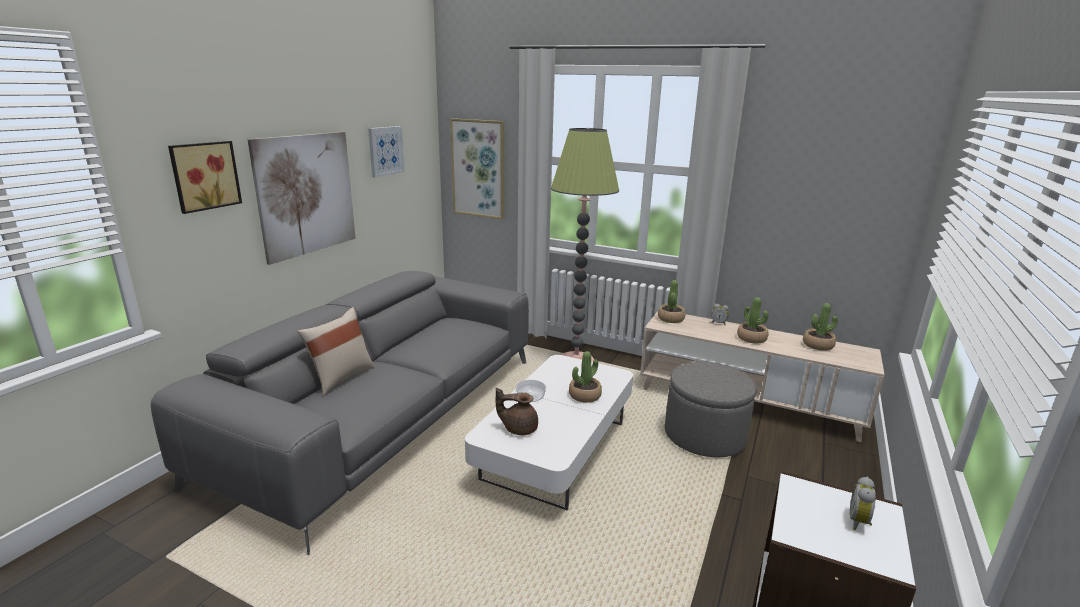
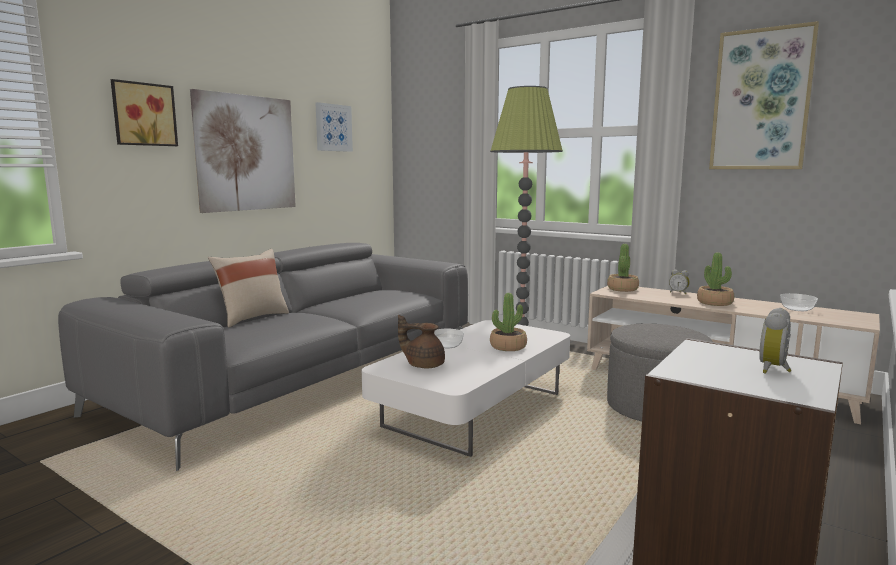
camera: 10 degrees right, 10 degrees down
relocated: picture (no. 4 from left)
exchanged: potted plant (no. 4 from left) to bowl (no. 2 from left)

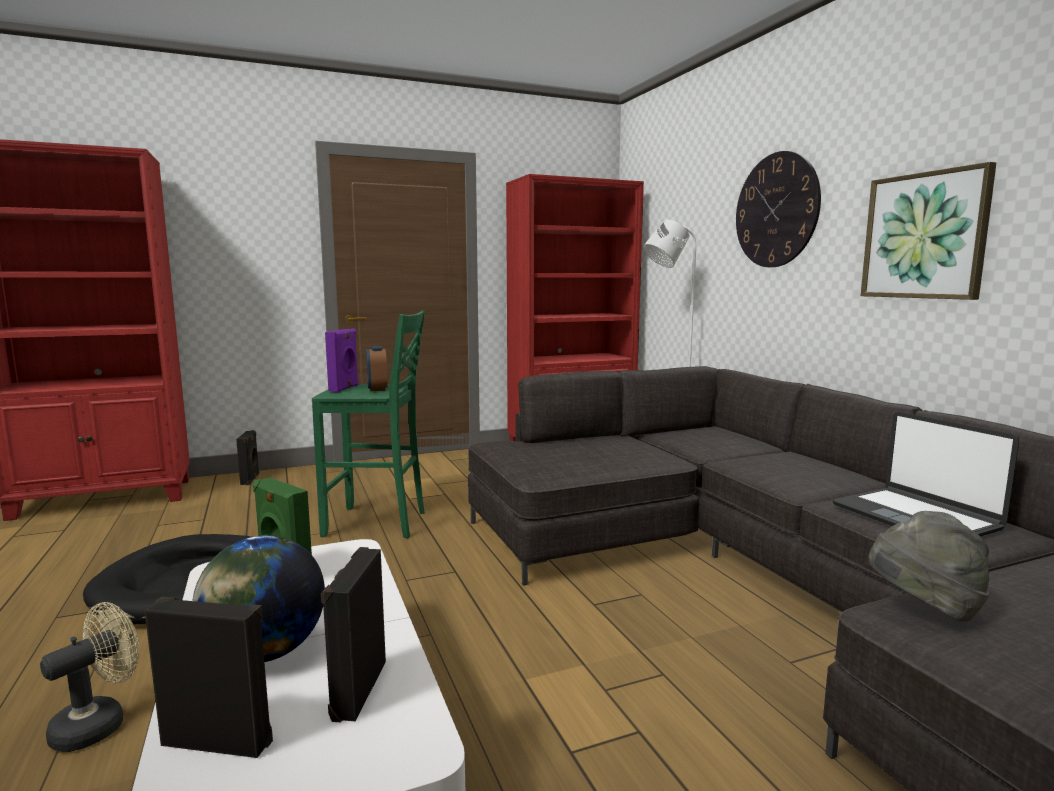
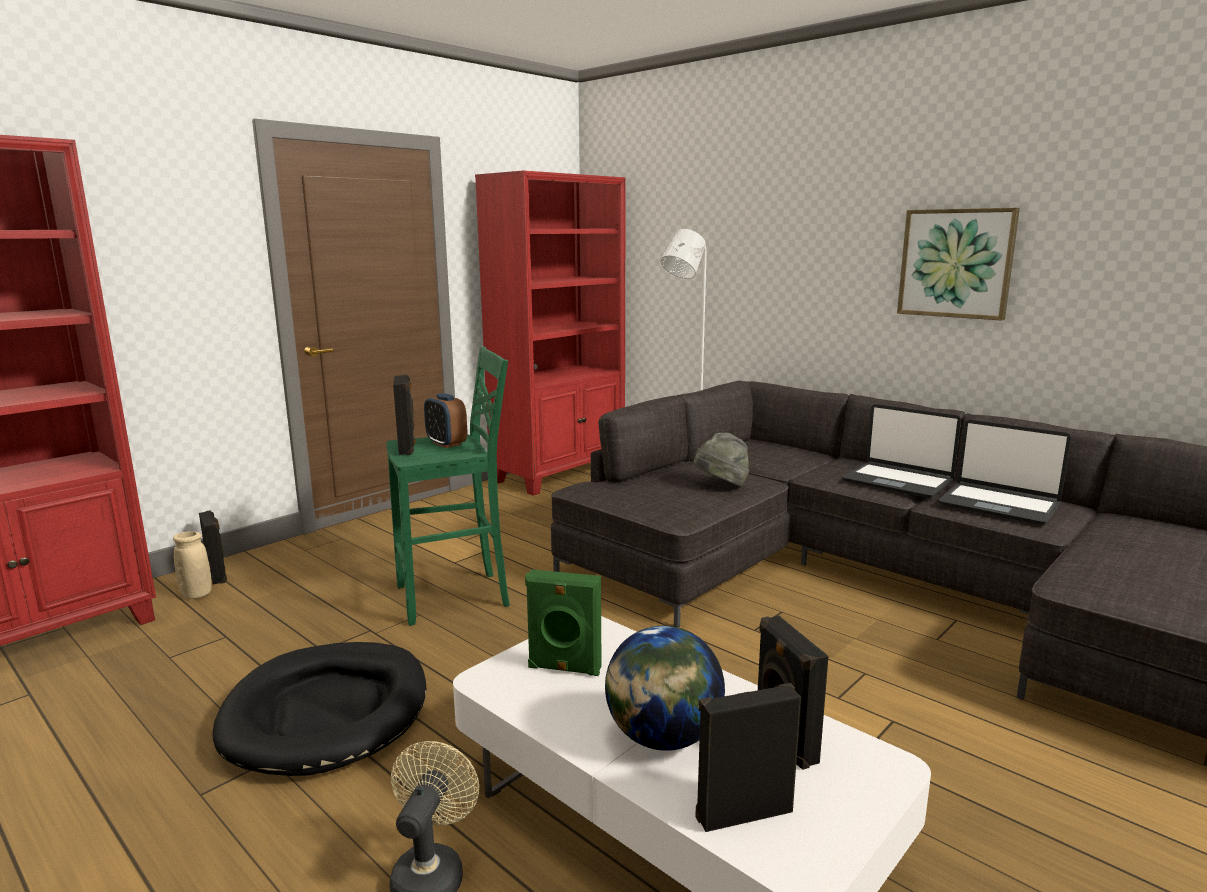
camera: 25 degrees left, 5 degrees up
missing: wall clock
appeared: portable computer (no. 1 from left); flower vase in sand-coloured
relocated: clothing hat in grey
colour: audio speaker in purple to audio speaker in black-coloured (no. 2 from left)

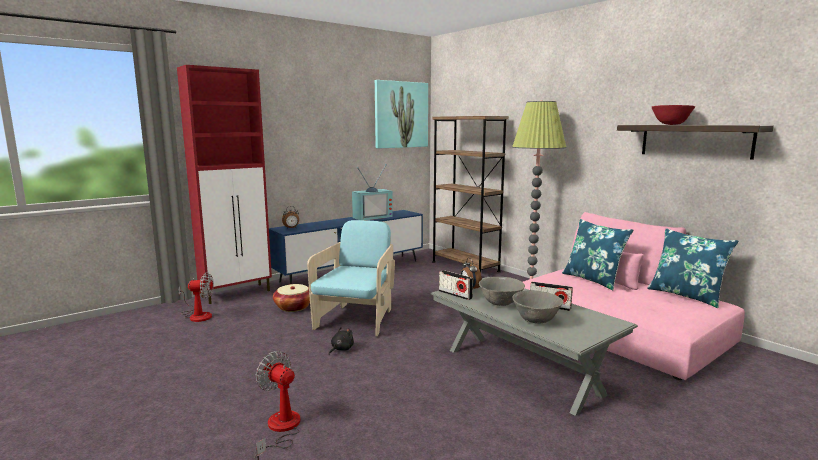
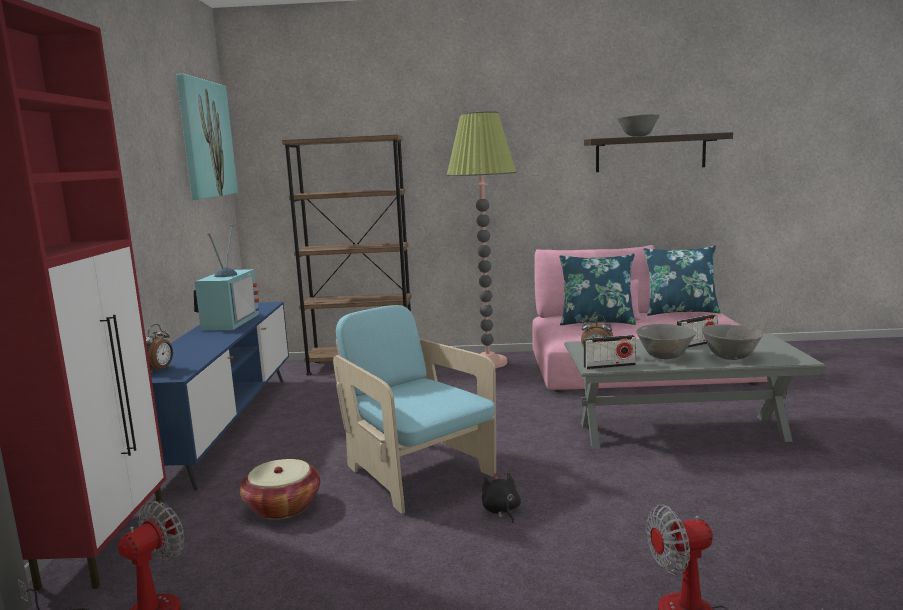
camera: 50 degrees left, 0 degrees up
colour: bowl in red to bowl in grey (no. 1 from left)

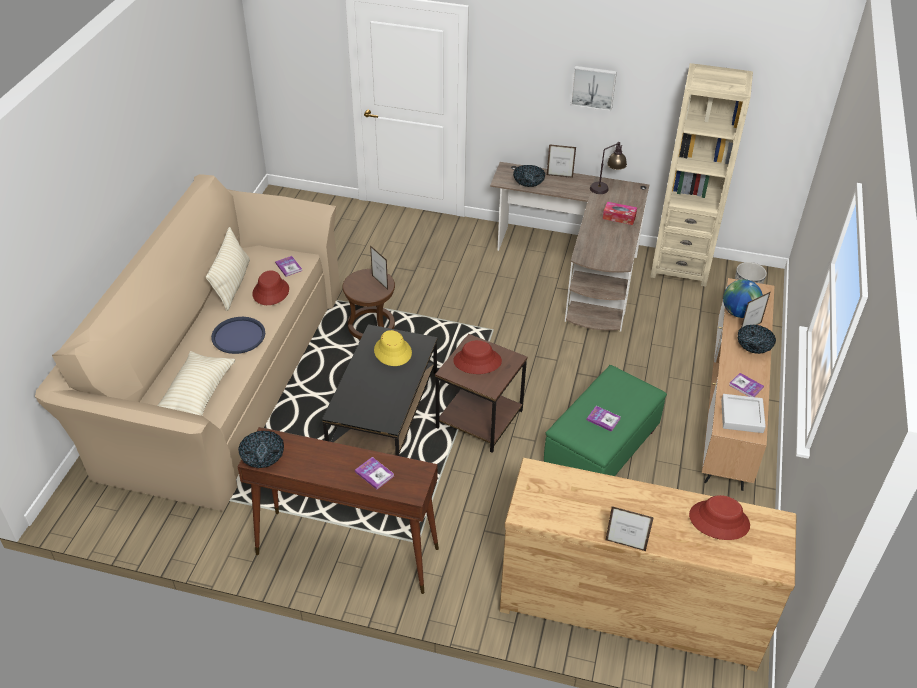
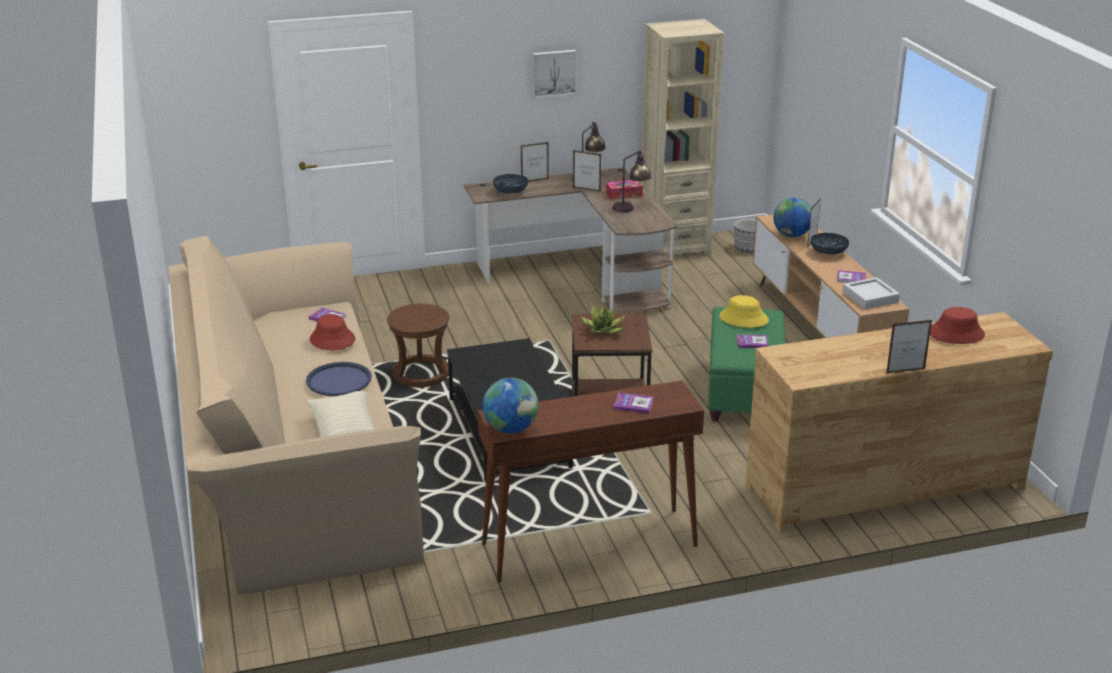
camera: 30 degrees left, 15 degrees down
missing: cushion in sand-coloured (no. 2 from left)
appeared: lamp for a table (no. 2 from left)
relocated: standing frame (no. 1 from left in the first image) to standing frame (no. 2 from left); clothing hat in yellow
exchanged: clothing hat in red (no. 2 from left) to potted plant; bowl (no. 1 from left) to desk globe (no. 1 from left)

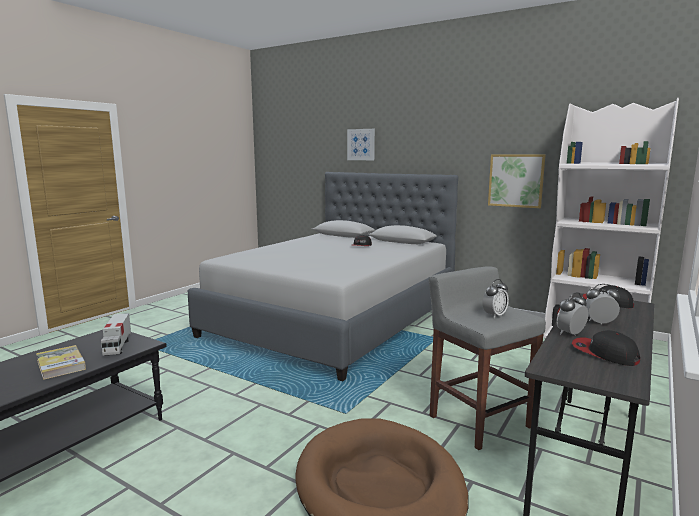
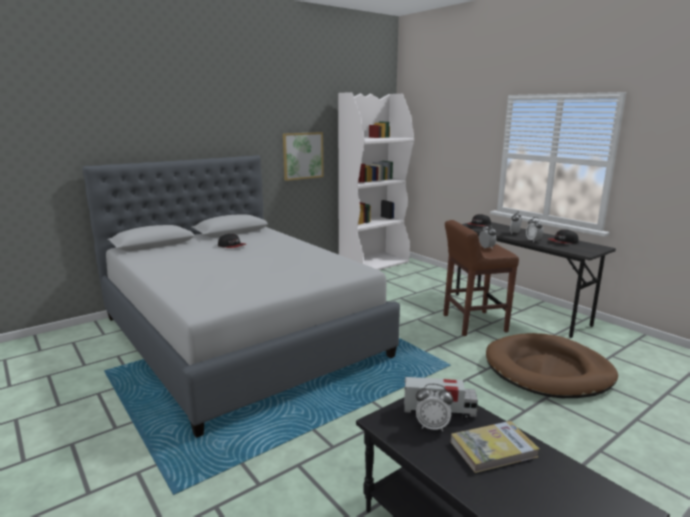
camera: 70 degrees left, 5 degrees up
missing: picture (no. 1 from left)
appeared: table clock (no. 1 from left)
colour: sitting stool in grey to sitting stool in brown-coloured

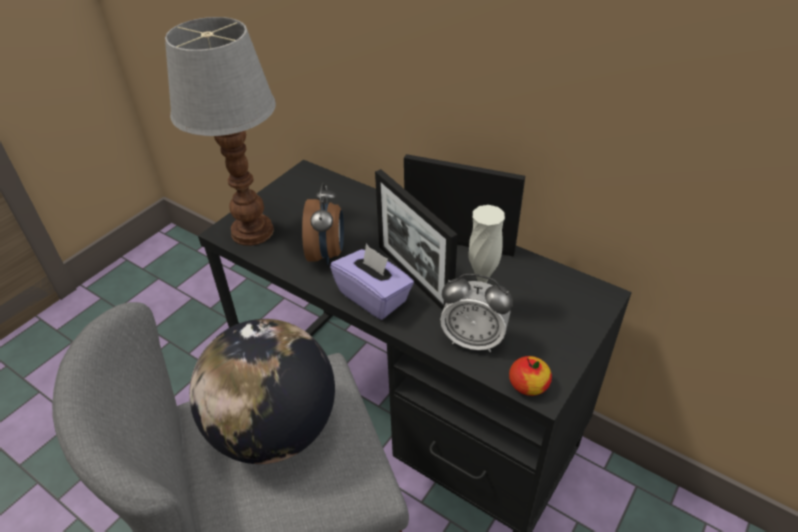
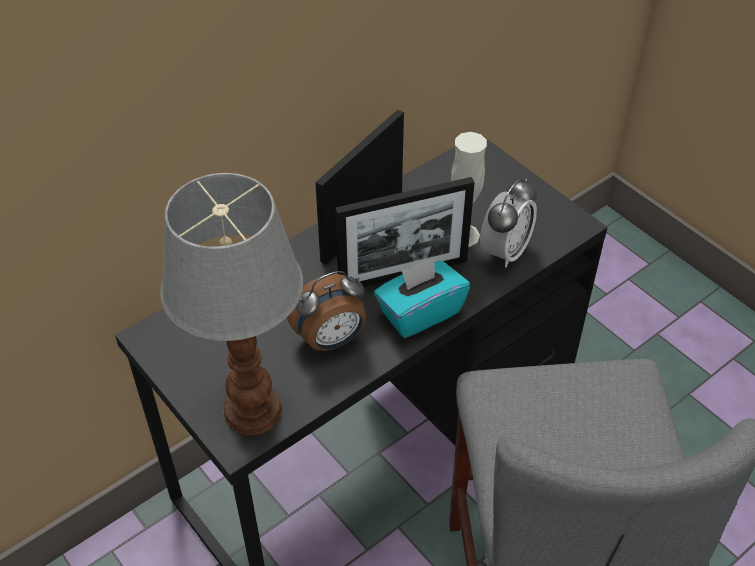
camera: 75 degrees left, 5 degrees up
missing: desk globe; apple fruit
colour: tissue box in purple to tissue box in turquoise
spun: table clock (no. 1 from left) 135 degrees clockwise

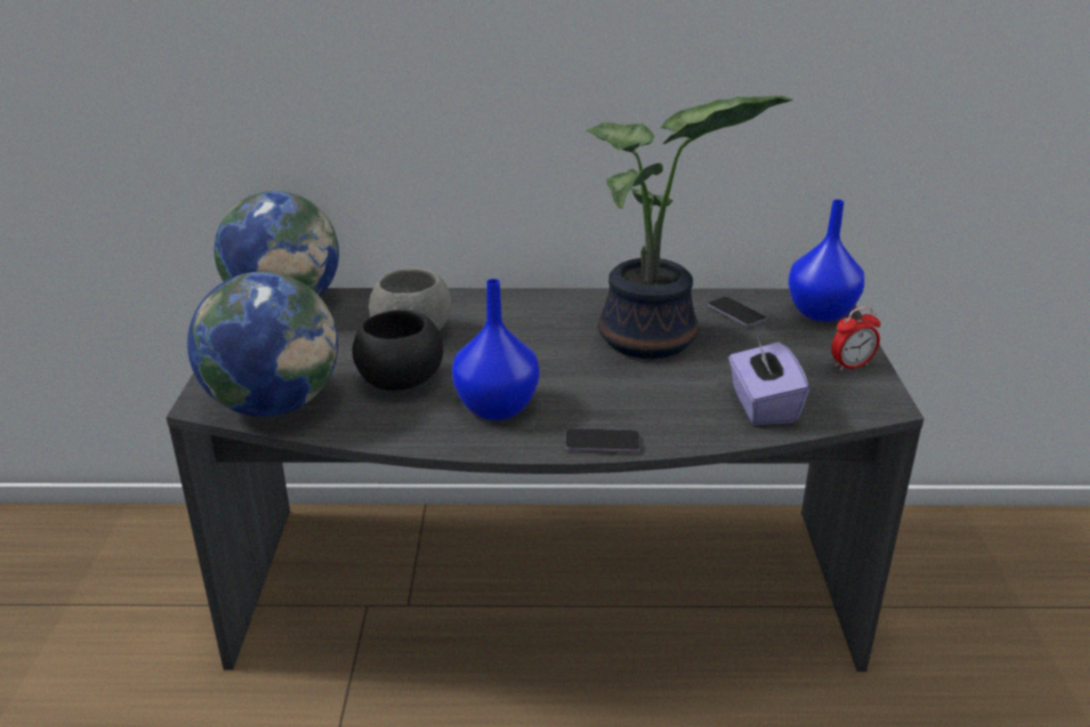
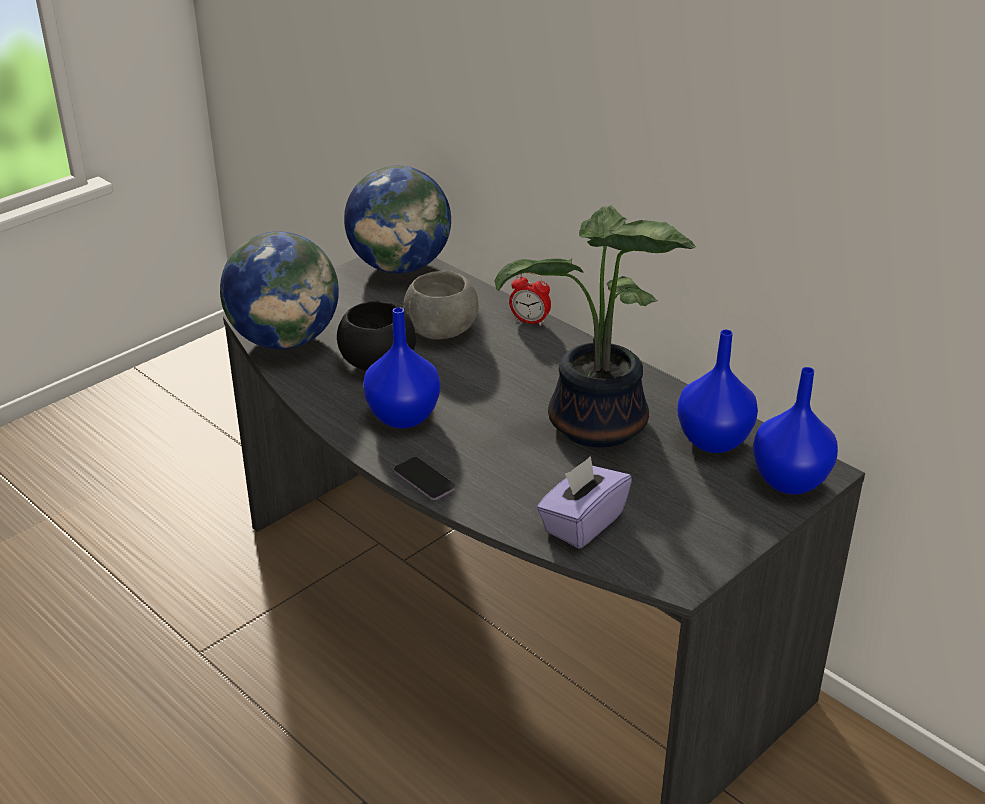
camera: 45 degrees right, 5 degrees up
relocated: table clock
exchanged: handset (no. 2 from left) to flower vase in blue (no. 2 from left)

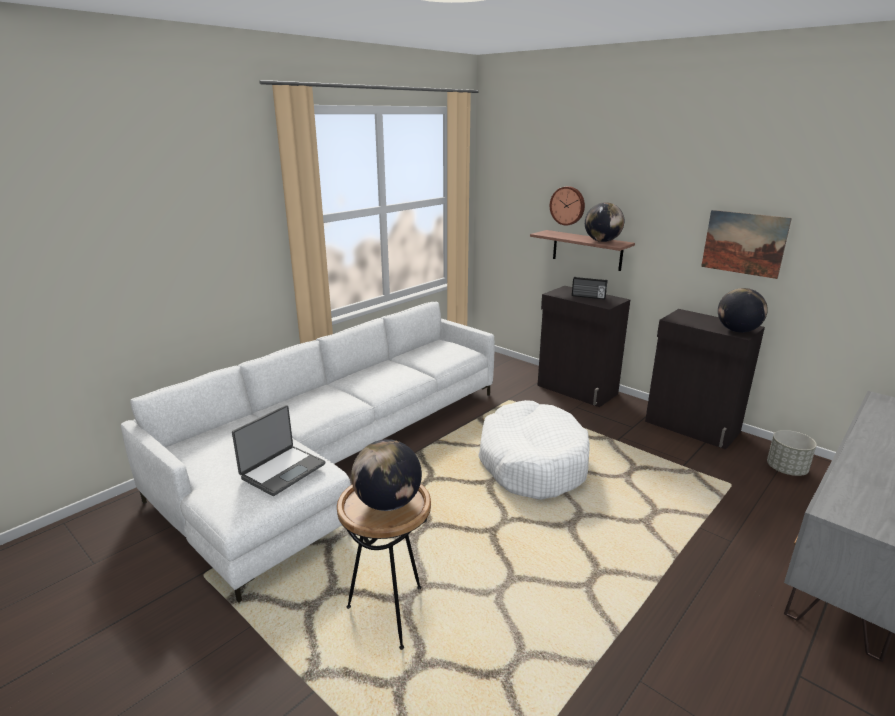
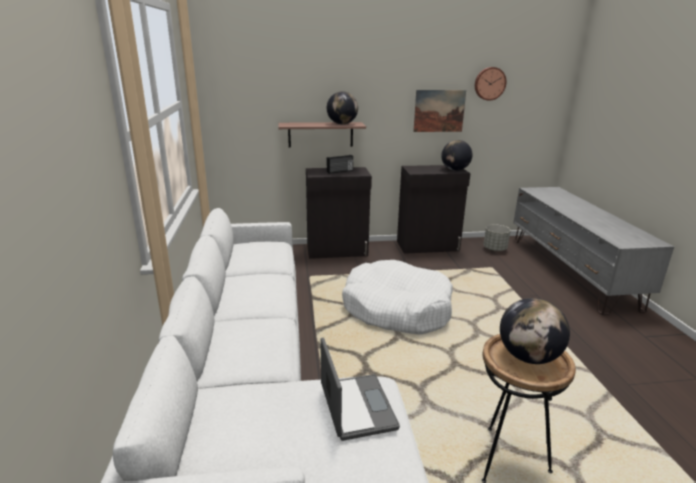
camera: 50 degrees left, 0 degrees up
relocated: wall clock

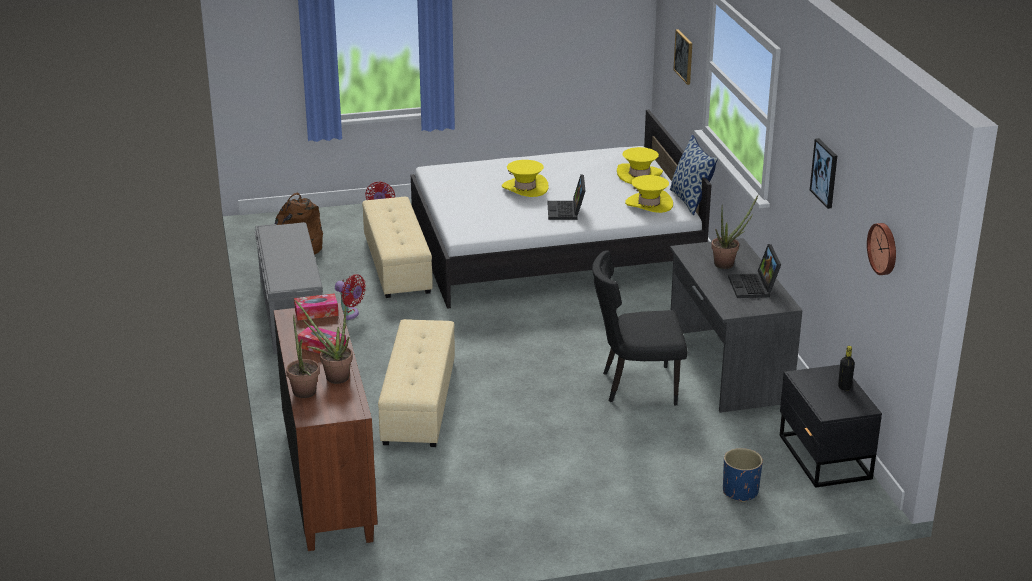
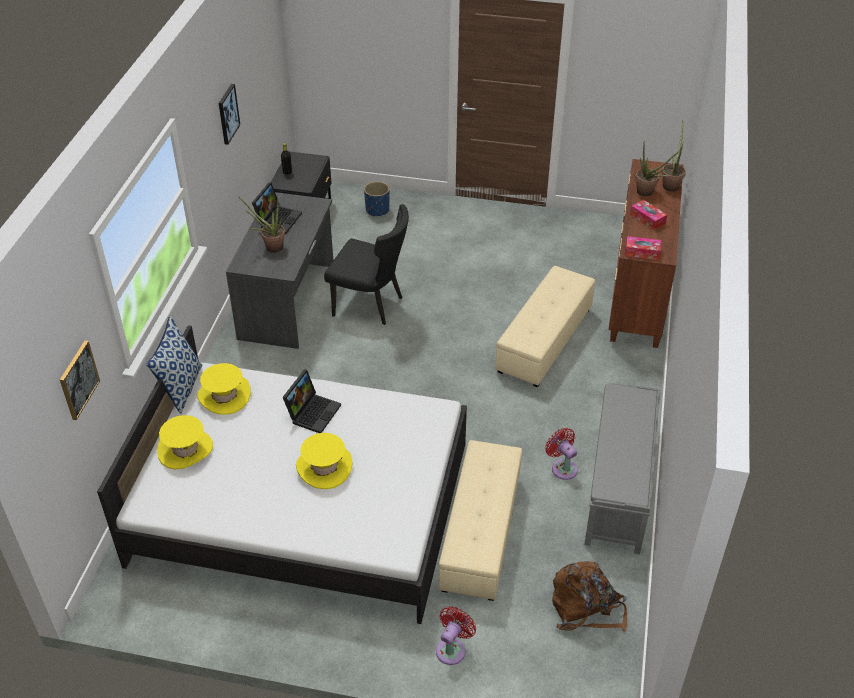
camera: 155 degrees left, 15 degrees up
missing: wall clock

